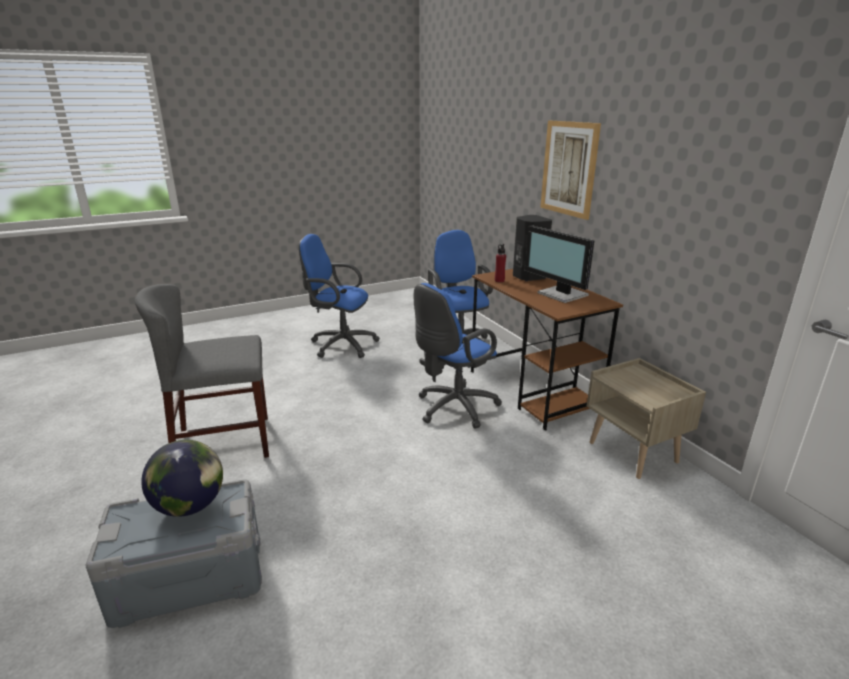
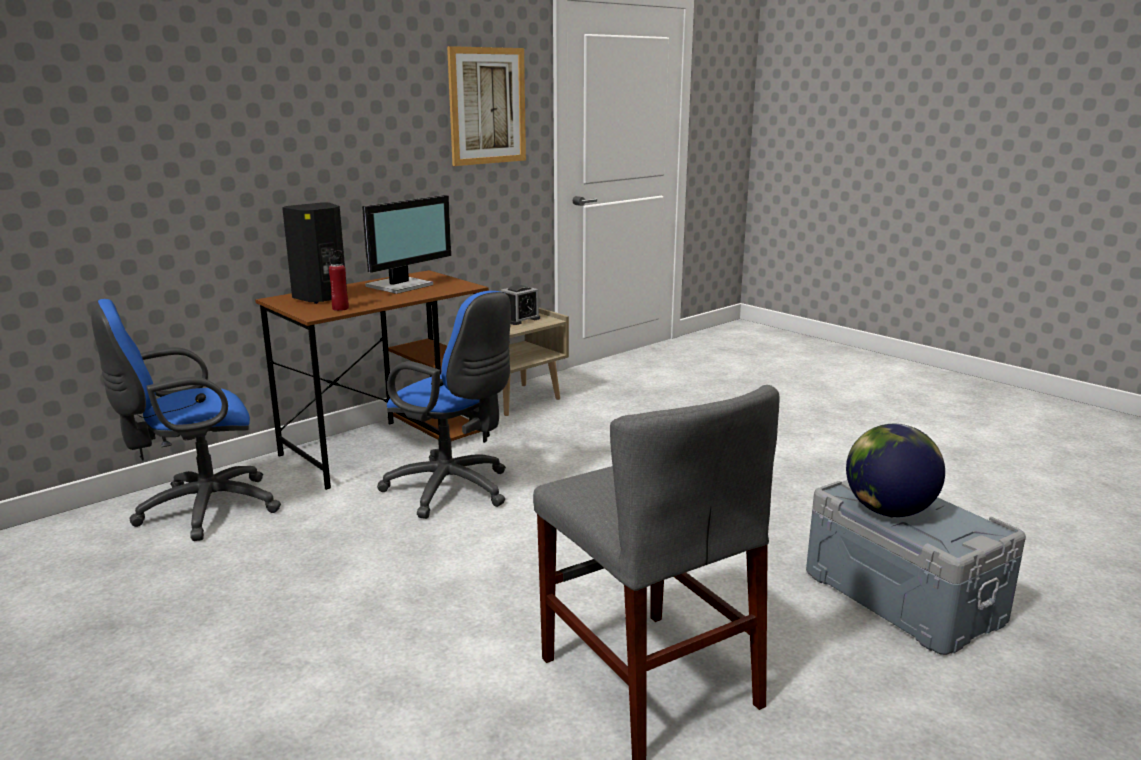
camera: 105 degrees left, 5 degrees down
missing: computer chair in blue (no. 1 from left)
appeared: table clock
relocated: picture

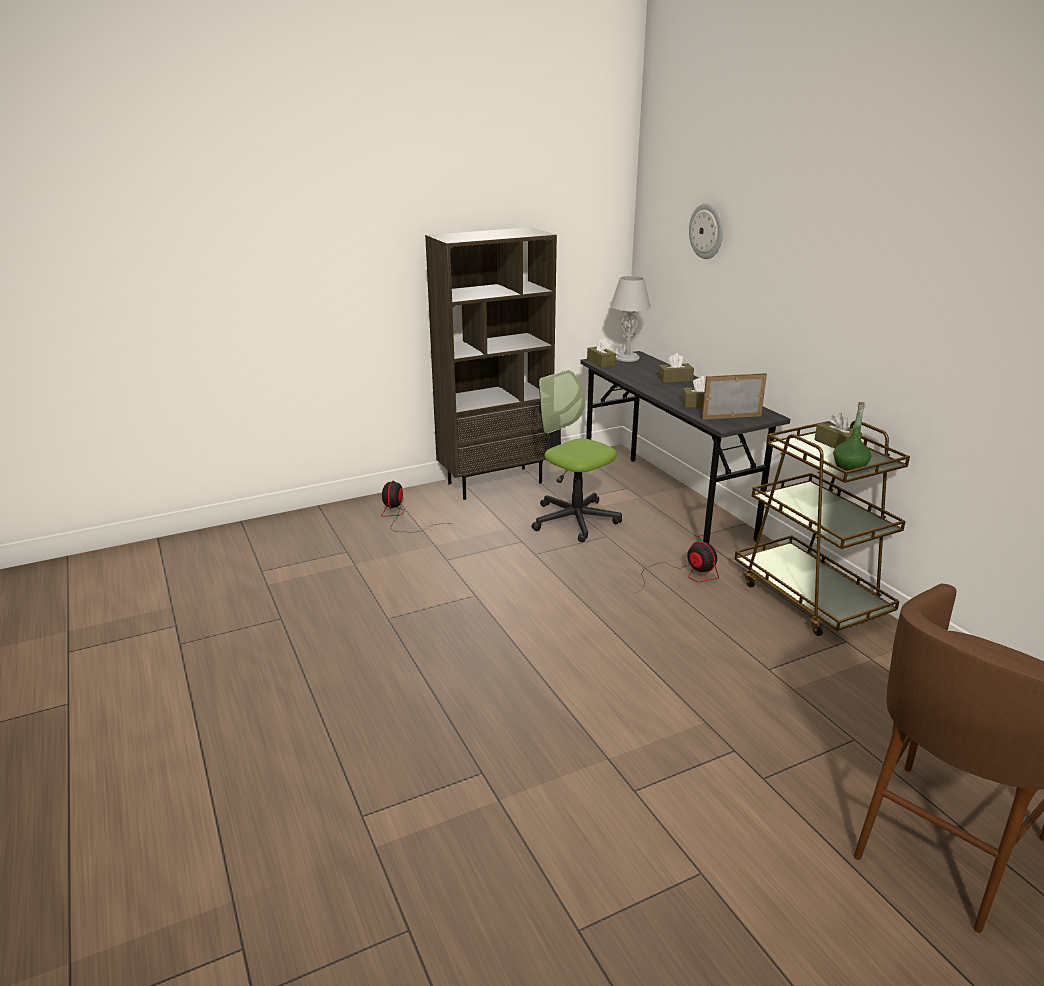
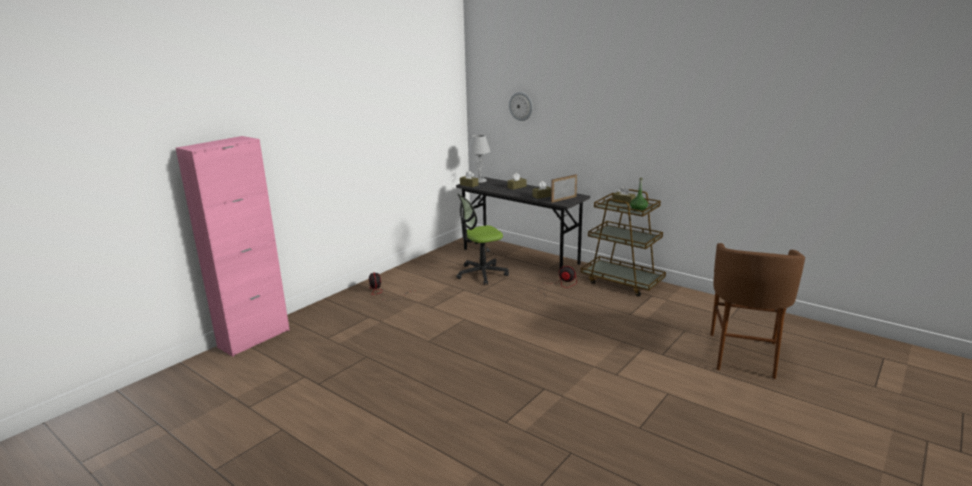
camera: 25 degrees left, 5 degrees down
missing: bookcase in brown-coloured
appeared: cabinet in pink-coloured
spun: computer chair 45 degrees counterclockwise

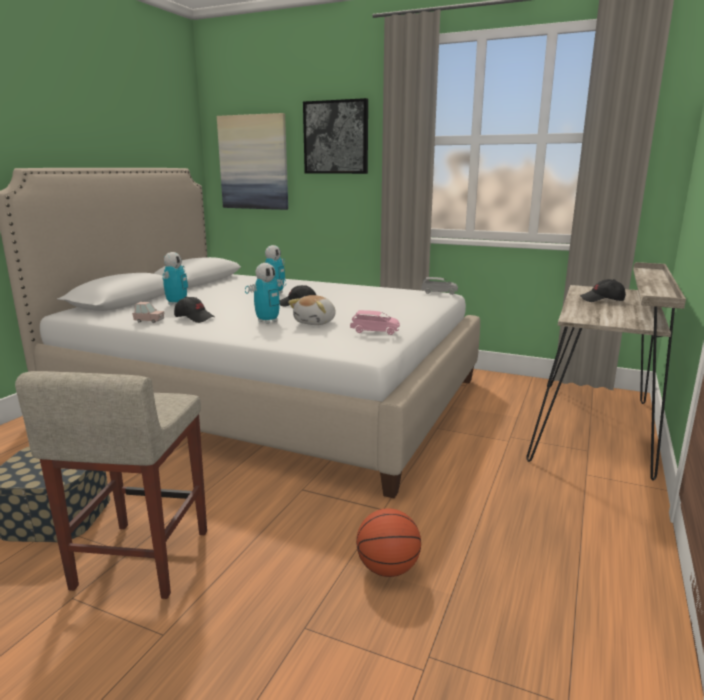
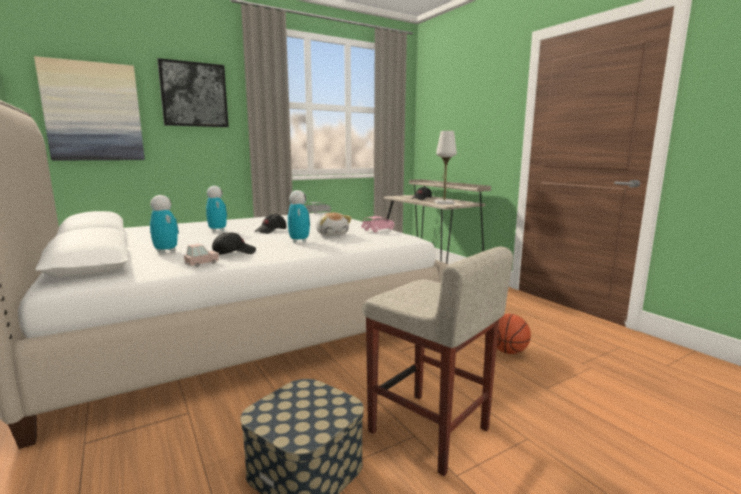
camera: 55 degrees left, 5 degrees down
appeared: lamp for a table in white-coloured

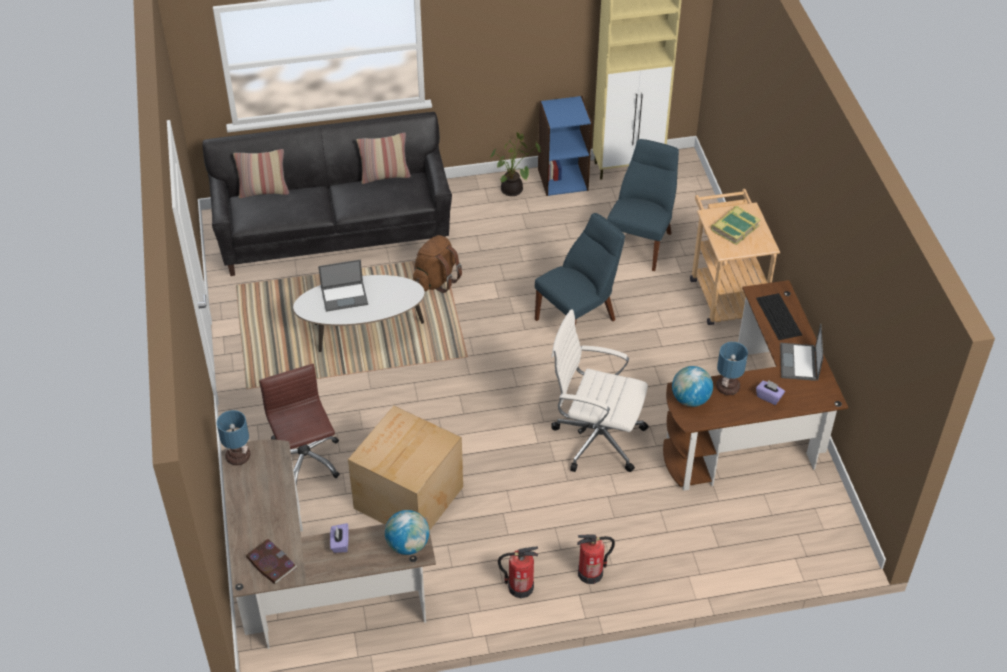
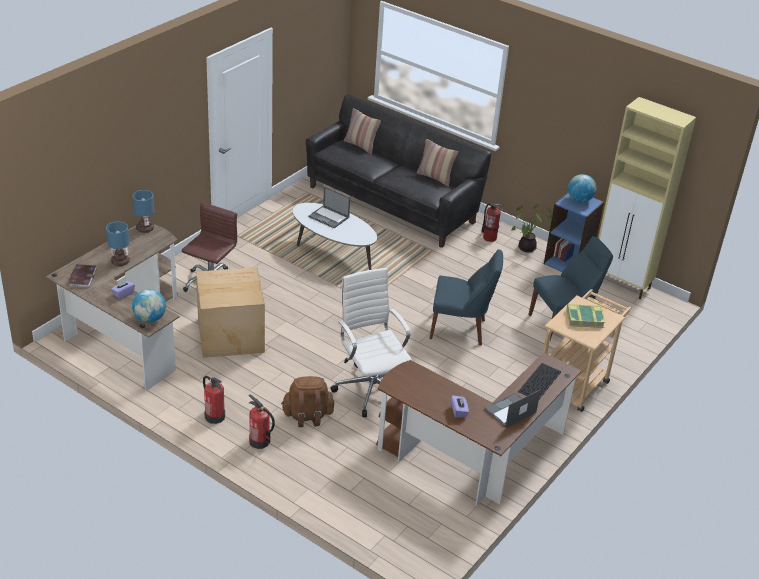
camera: 45 degrees right, 10 degrees down
appeared: fire-fighting cylinder (no. 3 from left)
relocated: knapsack in brown-coloured; lamp for a table (no. 2 from left in the first image) to lamp for a table (no. 1 from left); desk globe (no. 2 from left)

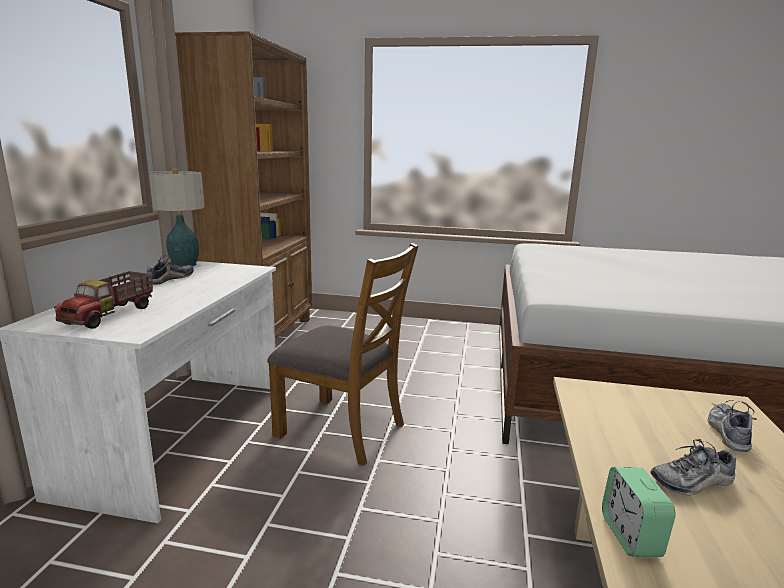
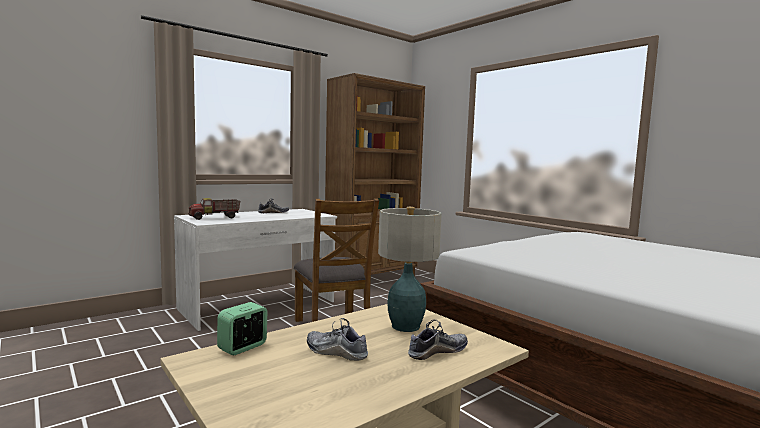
camera: 40 degrees right, 10 degrees down
relocated: lamp for a table

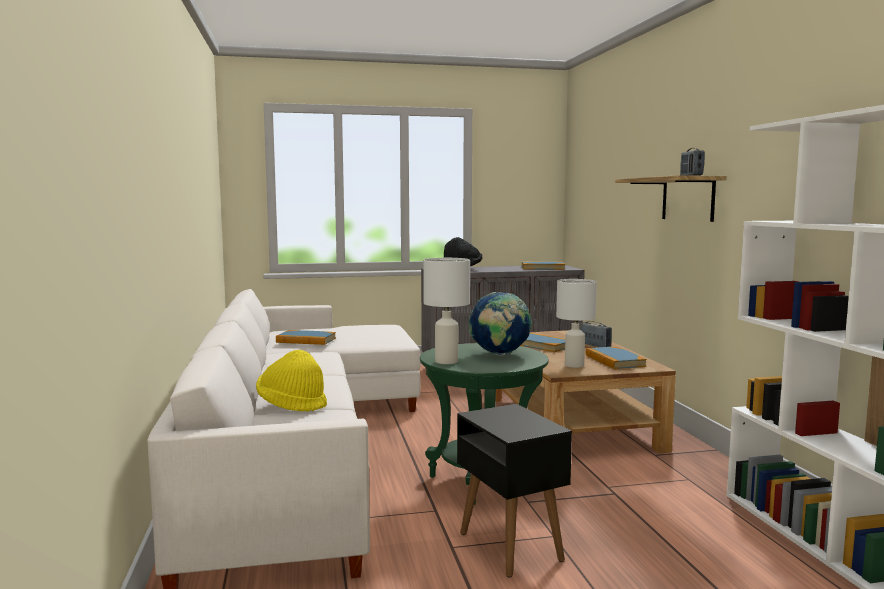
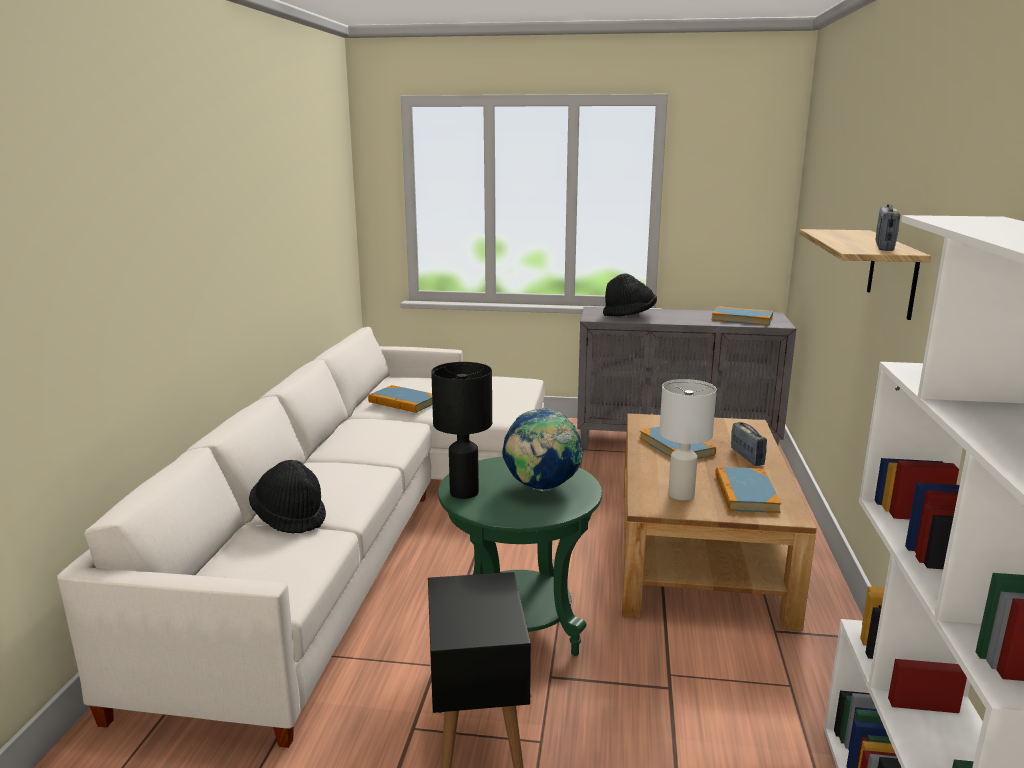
camera: 20 degrees right, 10 degrees up
colour: lamp for a table in white-coloured (no. 1 from left) to lamp for a table in black-coloured; clothing hat in yellow to clothing hat in black-coloured (no. 1 from left)

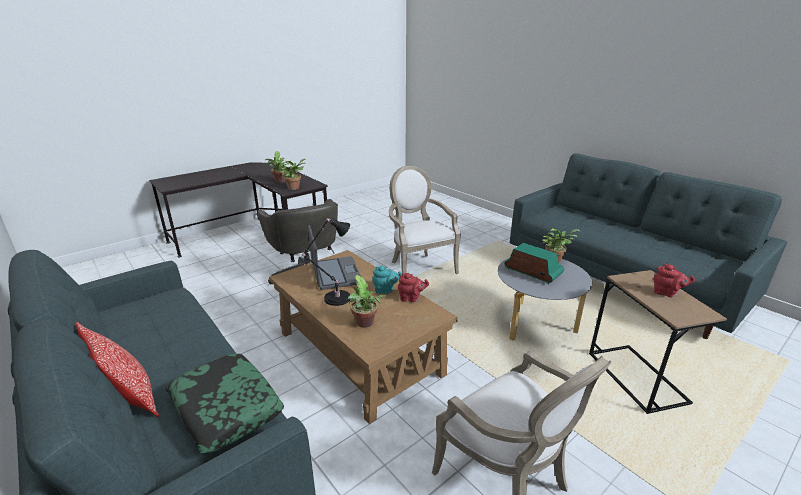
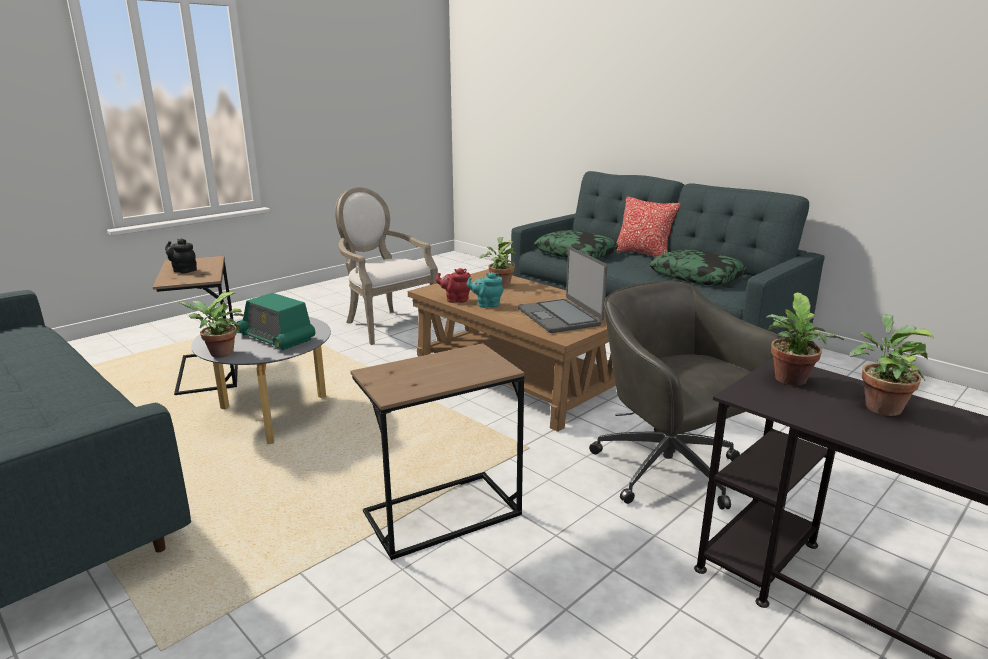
camera: 175 degrees right, 5 degrees down
missing: lamp for a table in black-coloured
appeared: cushion (no. 3 from left)
exchanged: easy chair (no. 1 from left) to side table in brown-coloured (no. 2 from left)
colour: teapot in red (no. 2 from left) to teapot in black-coloured

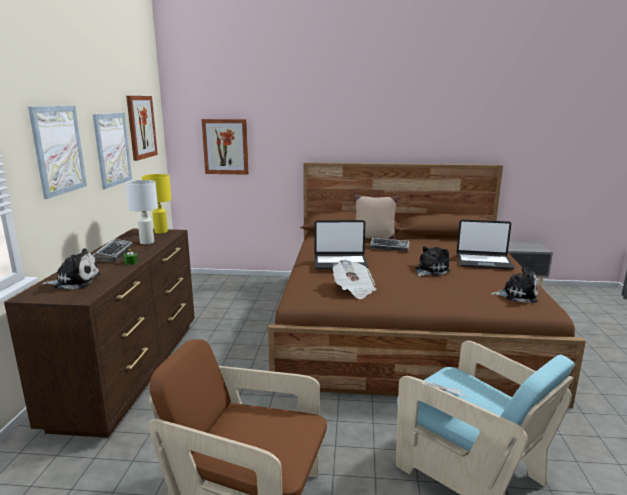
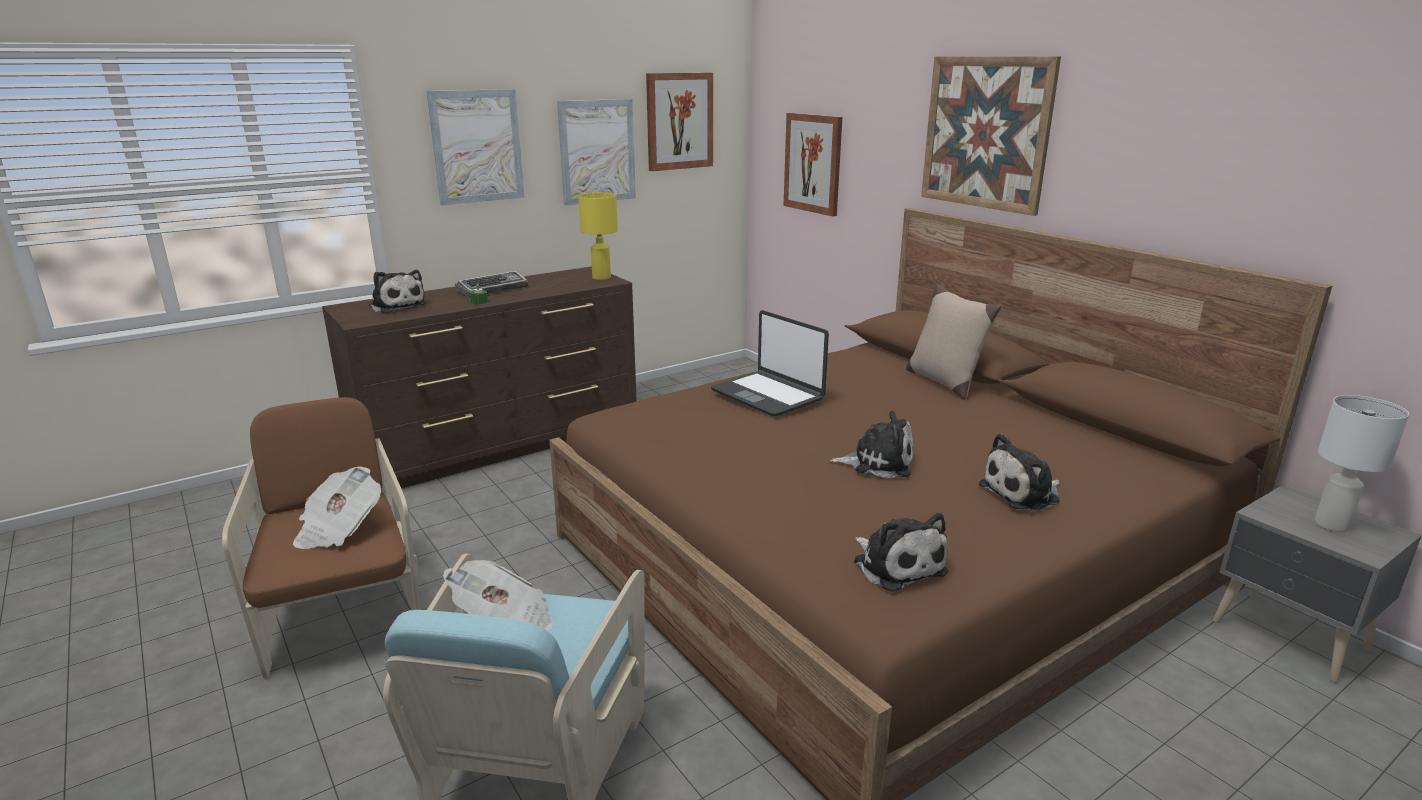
camera: 50 degrees right, 5 degrees up
missing: computer keyboard (no. 2 from left)
appeared: picture (no. 5 from left)
relocated: lamp for a table in white-coloured; daily paper (no. 1 from left)
exchanged: portable computer (no. 2 from left) to cuddly toy (no. 4 from left)

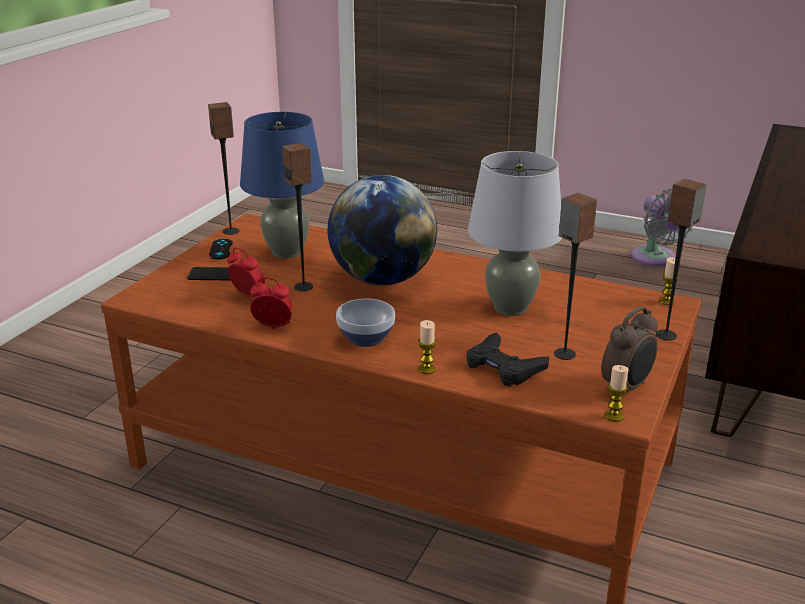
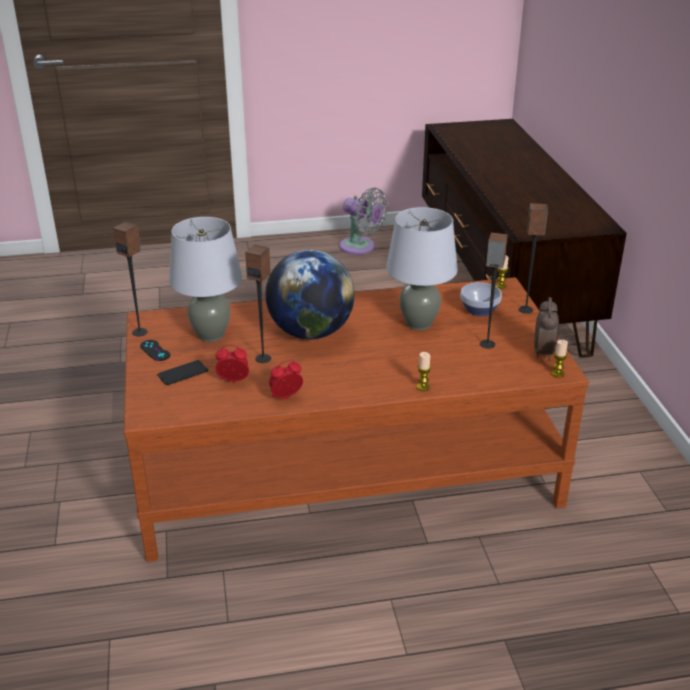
camera: 35 degrees left, 5 degrees up
missing: gamepad in black-coloured (no. 2 from left)
relocated: bowl
colour: lamp for a table in blue to lamp for a table in grey (no. 1 from left)

